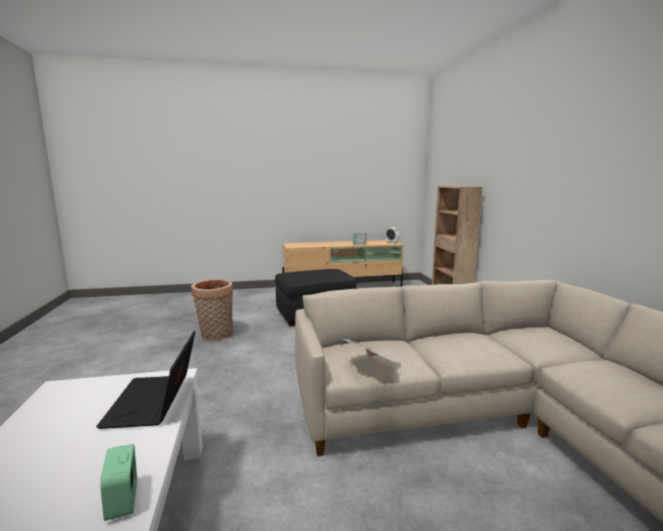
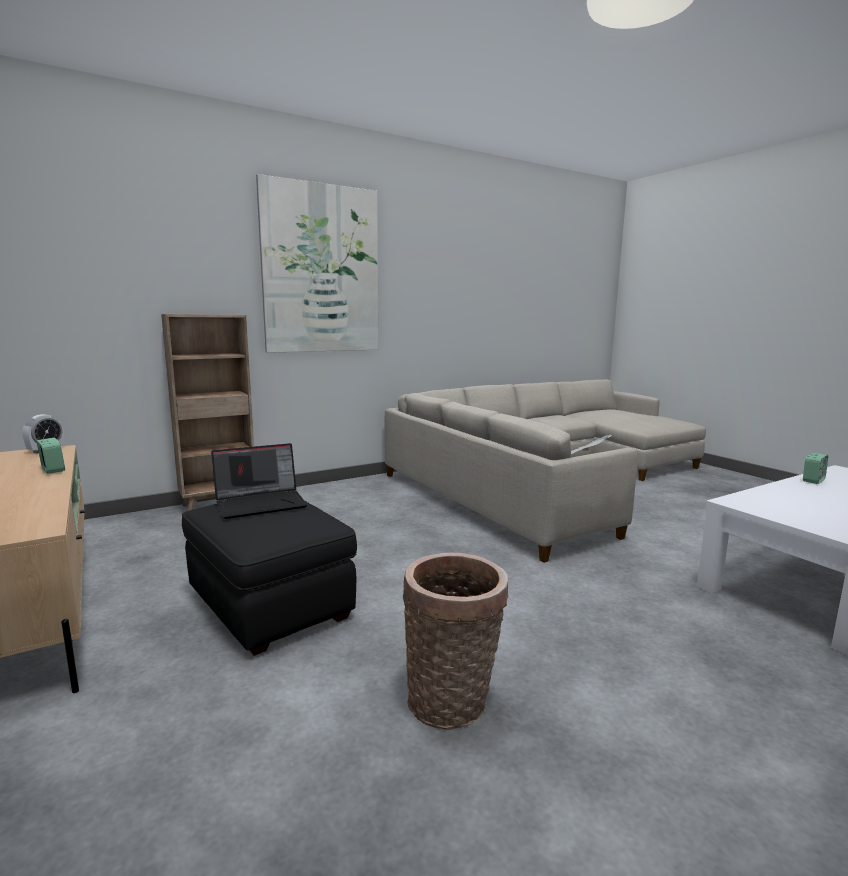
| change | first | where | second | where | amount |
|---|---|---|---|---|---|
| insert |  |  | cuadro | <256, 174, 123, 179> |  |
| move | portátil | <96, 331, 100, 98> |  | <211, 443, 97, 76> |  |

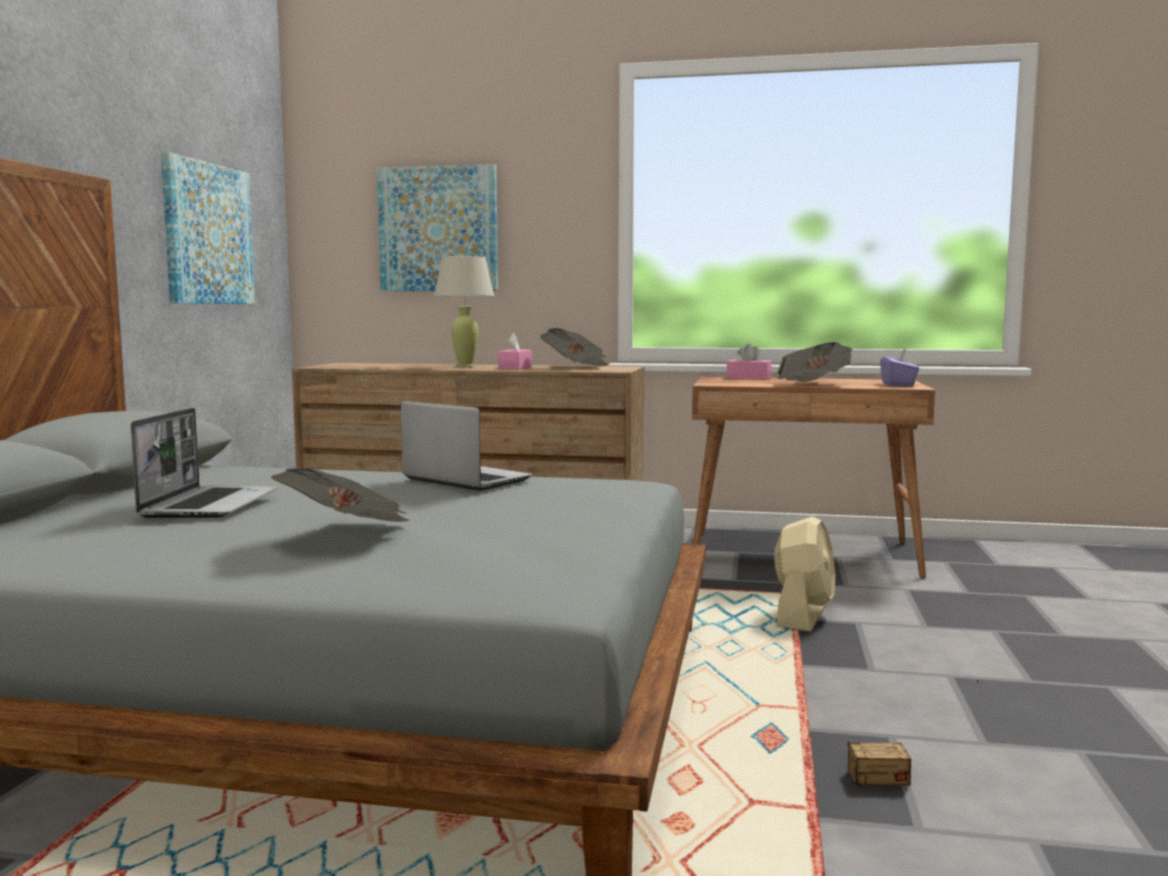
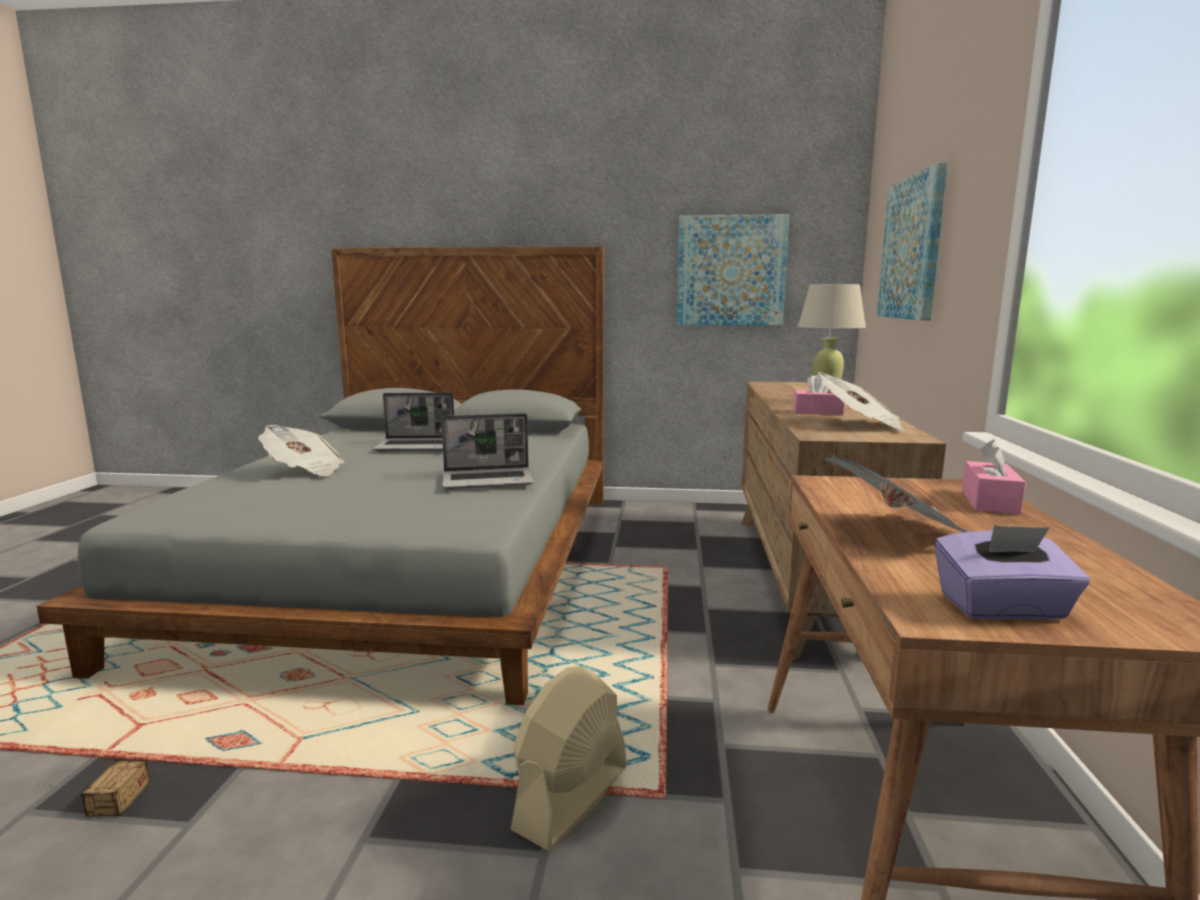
| change | first | where | second | where | amount |
|---|---|---|---|---|---|
| rotate | portátil | <401, 401, 132, 90> |  | <441, 413, 93, 76> | 45 degrees clockwise |
| rotate | ventilador [beis] | <774, 516, 61, 116> |  | <510, 666, 117, 185> | 105 degrees clockwise |

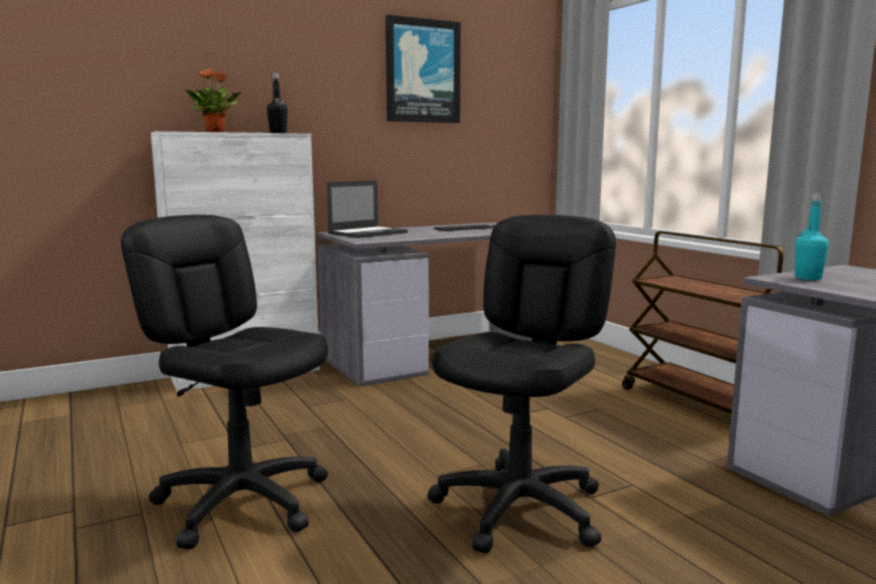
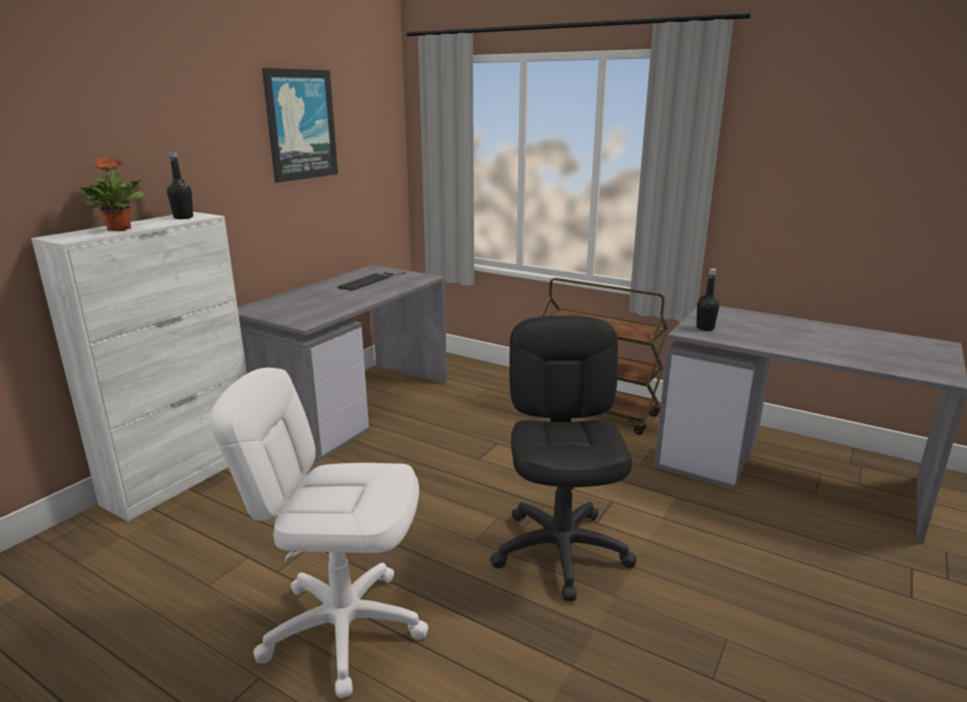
| change | first | where | second | where | amount |
|---|---|---|---|---|---|
| delete | portátil | <327, 181, 81, 57> |  |  |  |
| recolor | silla de oficina [negro] | <121, 215, 207, 334> | silla de oficina [blanco] | <210, 368, 218, 330> |  |
| recolor | botella [turquesa] | <795, 193, 34, 87> | botella [negro] | <696, 269, 23, 62> |  |

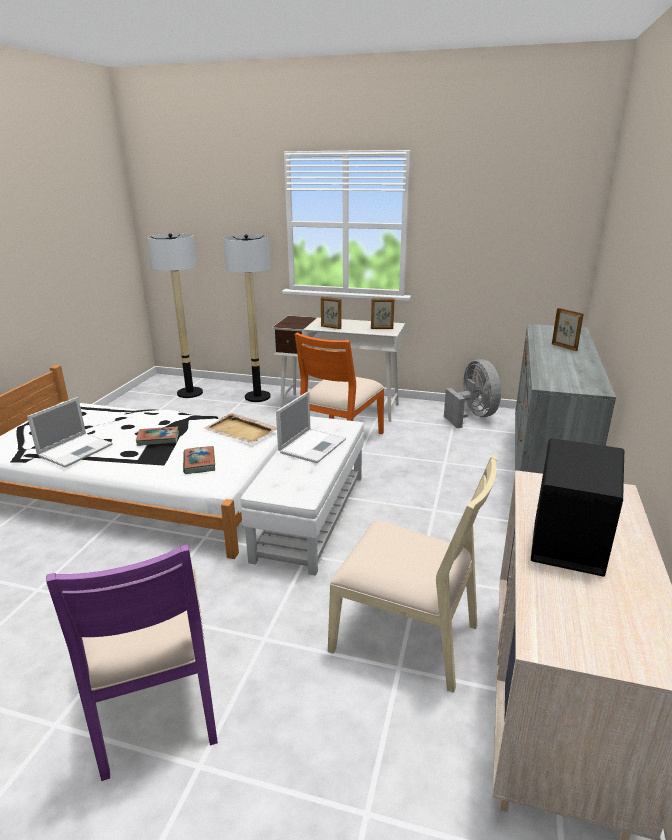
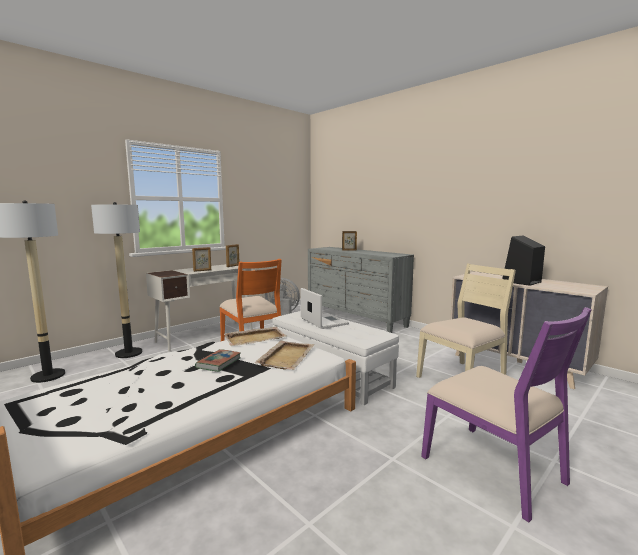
| change | first | where | second | where | amount |
|---|---|---|---|---|---|
| delete | portátil | <27, 397, 85, 71> |  |  |  |
| replace | libro | <183, 446, 32, 28> | bandeja [beis] | <255, 341, 59, 29> |  |
| rotate | silla [morado] | <46, 544, 172, 237> |  | <421, 307, 171, 215> | 45 degrees clockwise |

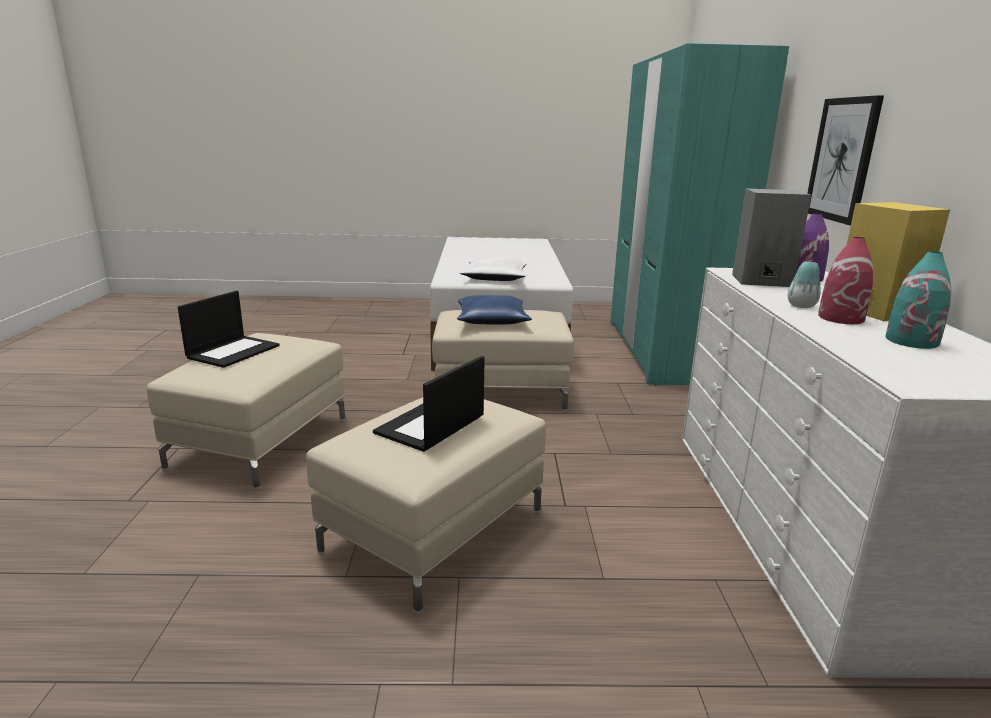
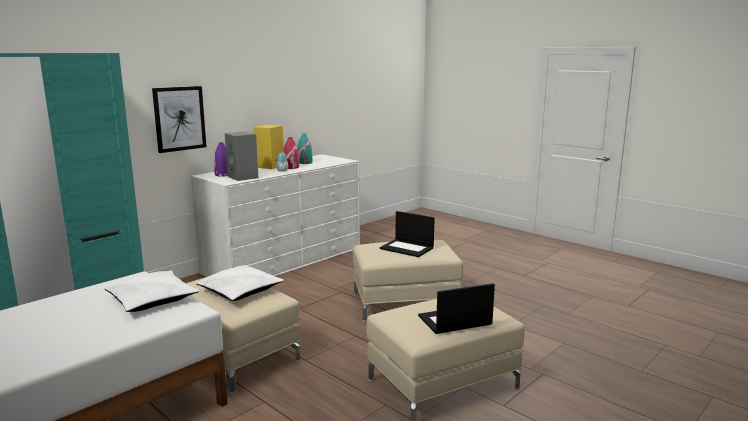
| change | first | where | second | where | amount |
|---|---|---|---|---|---|
| recolor | cojín [azul] | <457, 295, 75, 30> | cojín [blanco] | <196, 265, 88, 36> |  |
| rotate | portátil | <373, 356, 112, 96> |  | <380, 211, 55, 46> | 45 degrees clockwise |

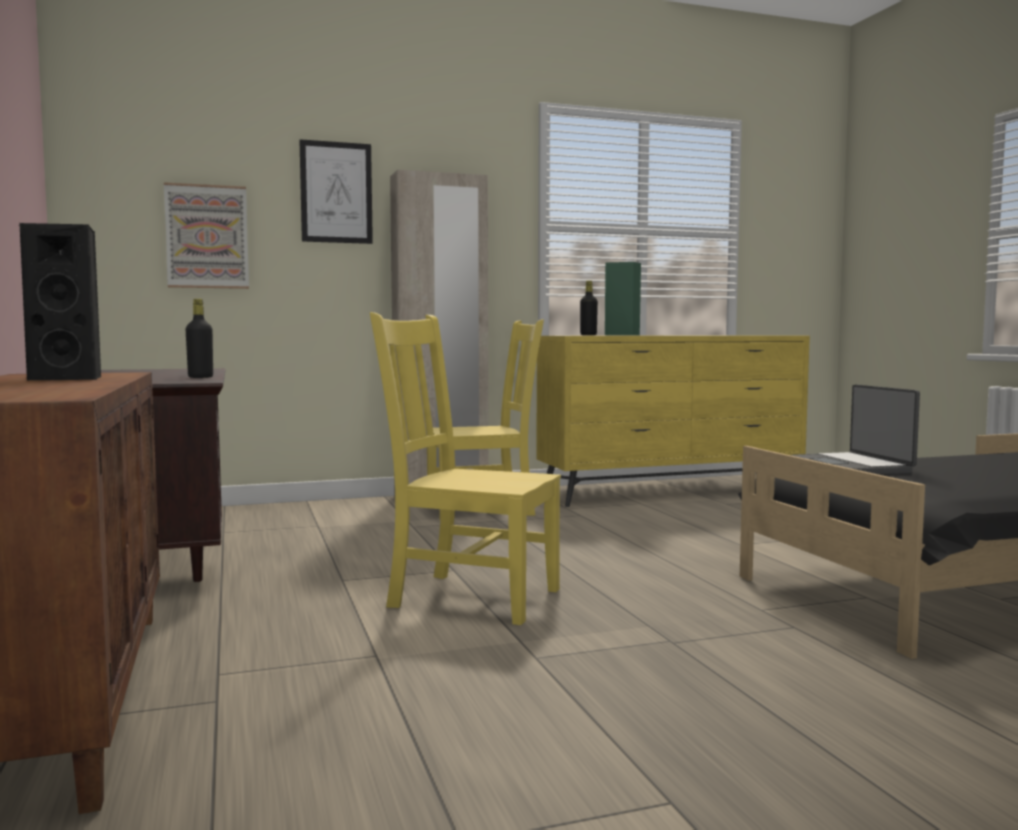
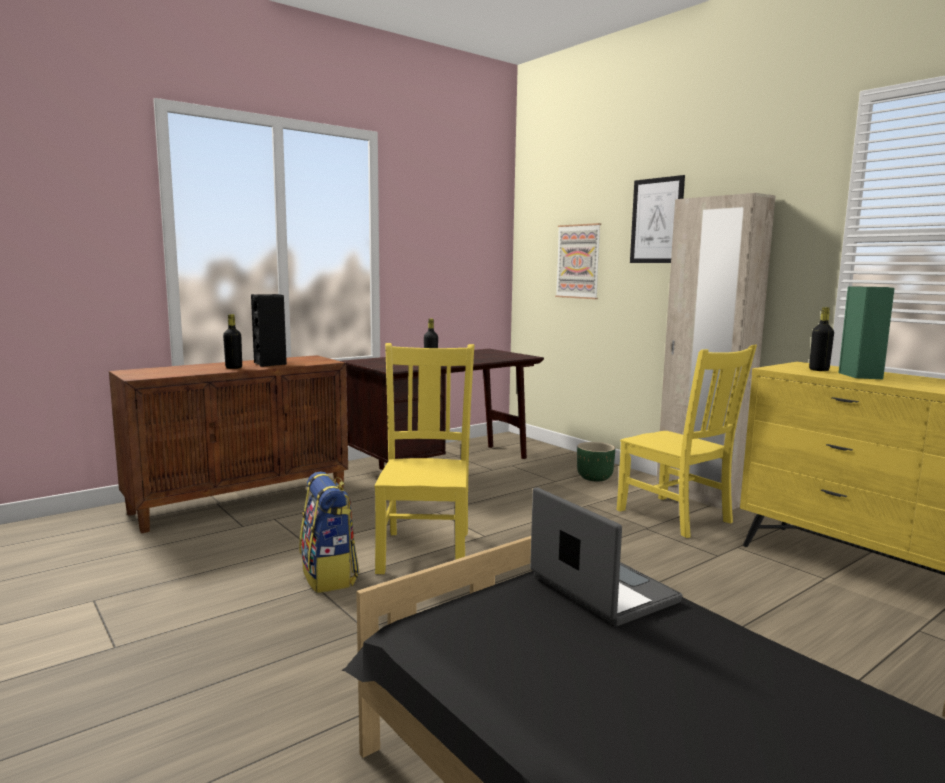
| change | first | where | second | where | amount |
|---|---|---|---|---|---|
| insert |  |  | botella [negro] | <223, 314, 19, 55> |  |
| insert |  |  | mochila | <299, 471, 60, 122> |  |
| insert |  |  | maceta [verde] | <577, 442, 38, 39> |  |
| rotate | portátil | <791, 384, 129, 91> |  | <530, 487, 152, 139> | 90 degrees clockwise |

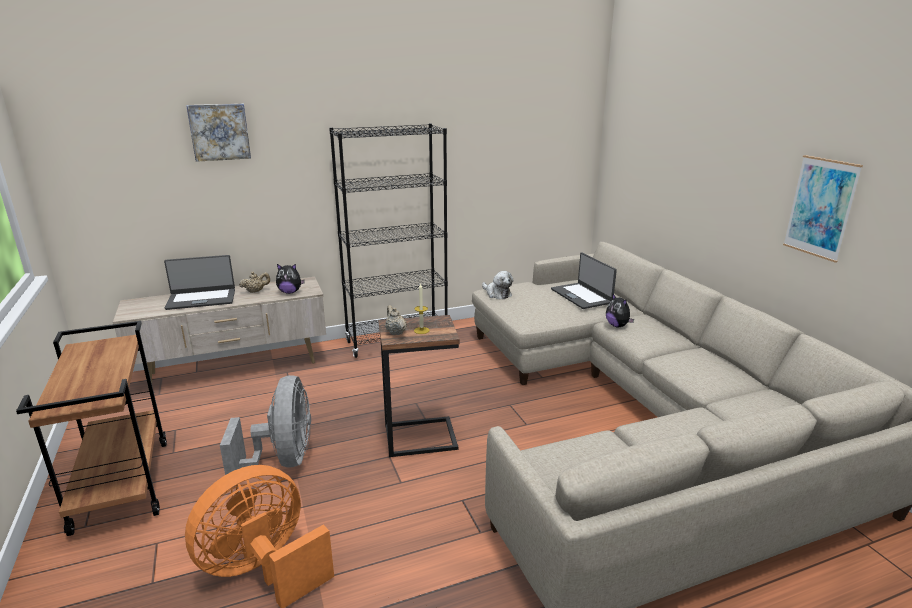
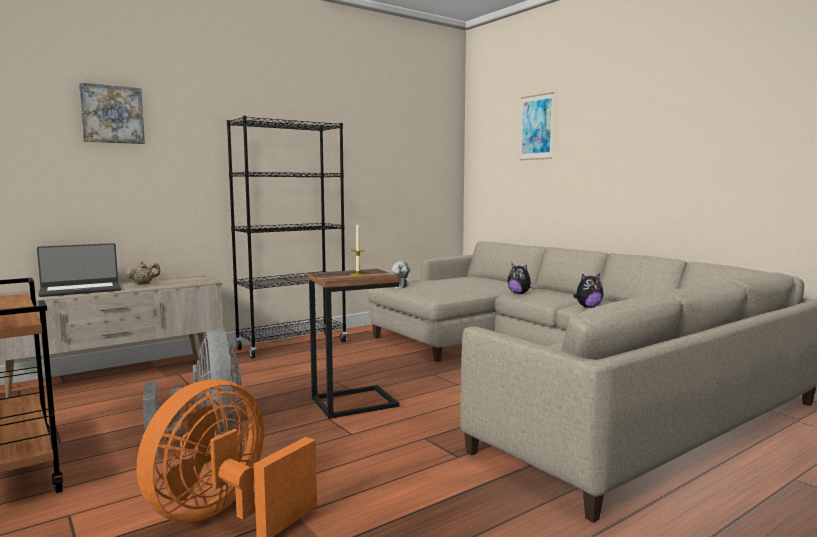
| change | first | where | second | where | amount |
|---|---|---|---|---|---|
| delete | tetera [beis] | <385, 305, 22, 30> |  |  |  |
| delete | portátil | <551, 252, 66, 57> |  |  |  |
| move | peluche | <276, 264, 29, 30> |  | <573, 273, 31, 35> |  |
| move | cuadro | <783, 155, 80, 108> |  | <519, 92, 35, 68> |  |

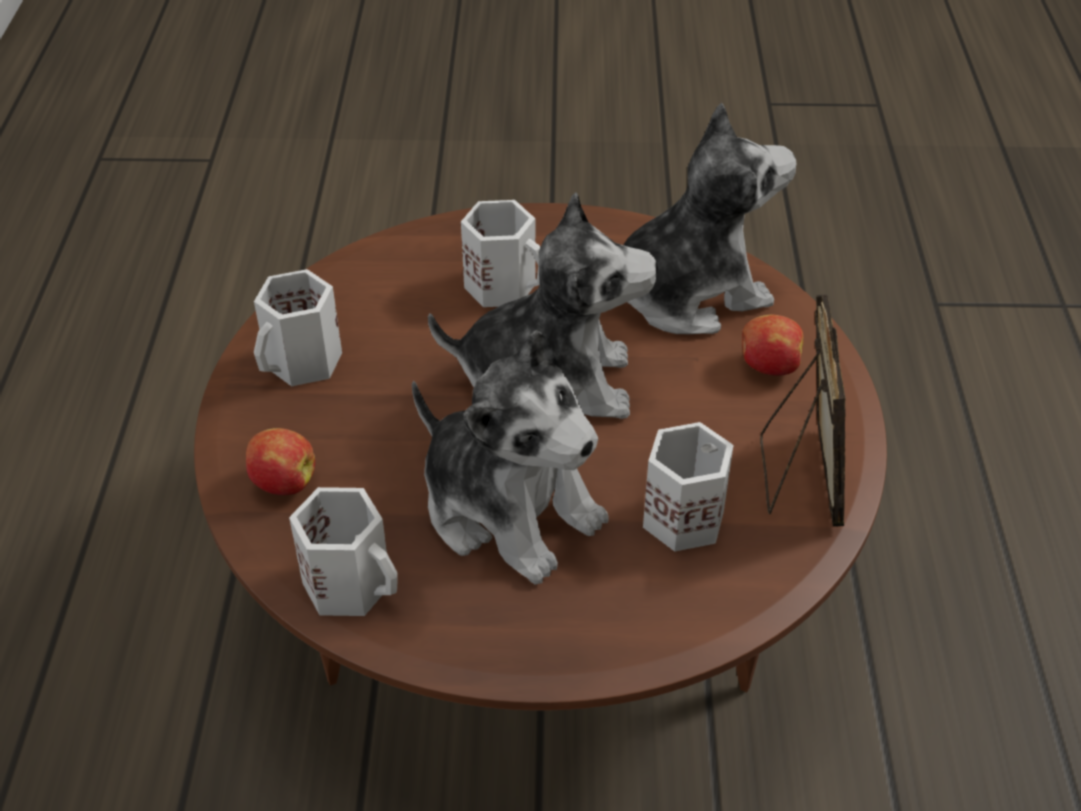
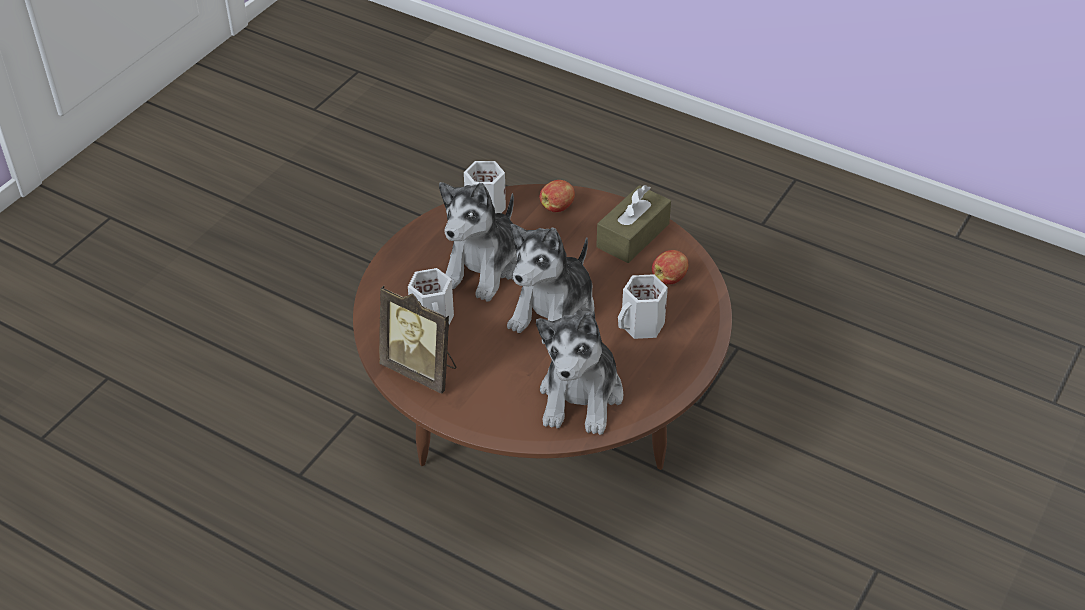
| change | first | where | second | where | amount |
|---|---|---|---|---|---|
| move | manzana | <742, 314, 62, 62> |  | <652, 250, 36, 34> |  |
| replace | taza grande [blanco] | <254, 269, 88, 118> | caja de pañuelos [marrón] | <596, 185, 75, 78> |  |
| rotate | peluche | <412, 330, 197, 255> |  | <439, 182, 78, 120> | 45 degrees counterclockwise |

